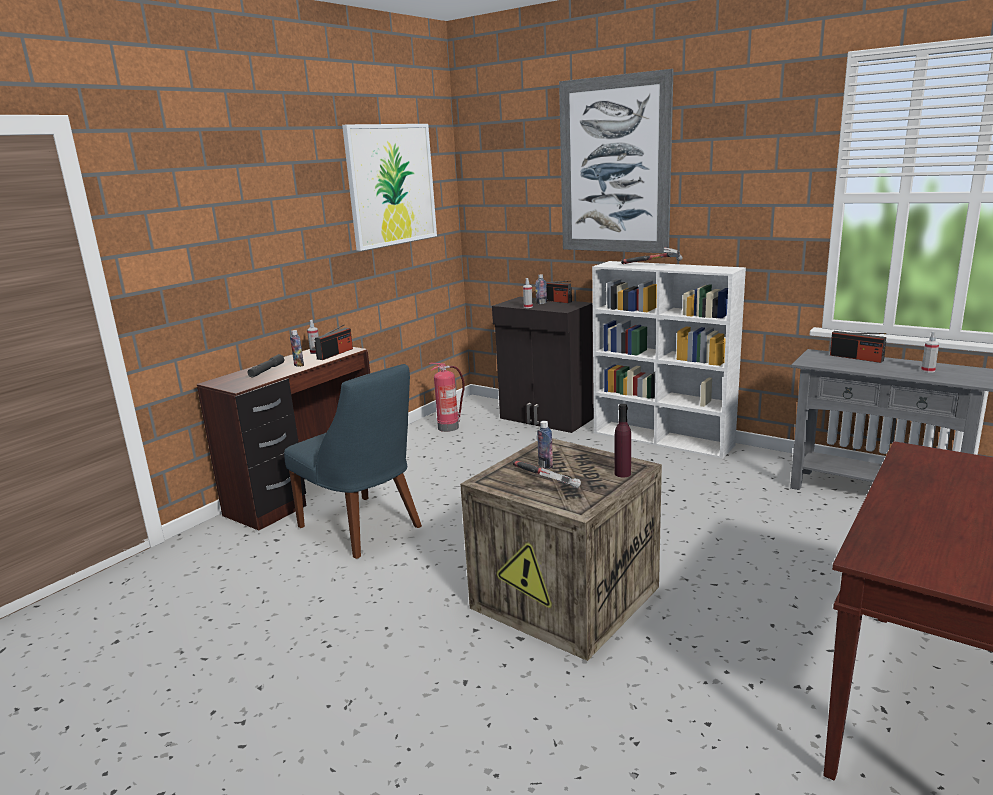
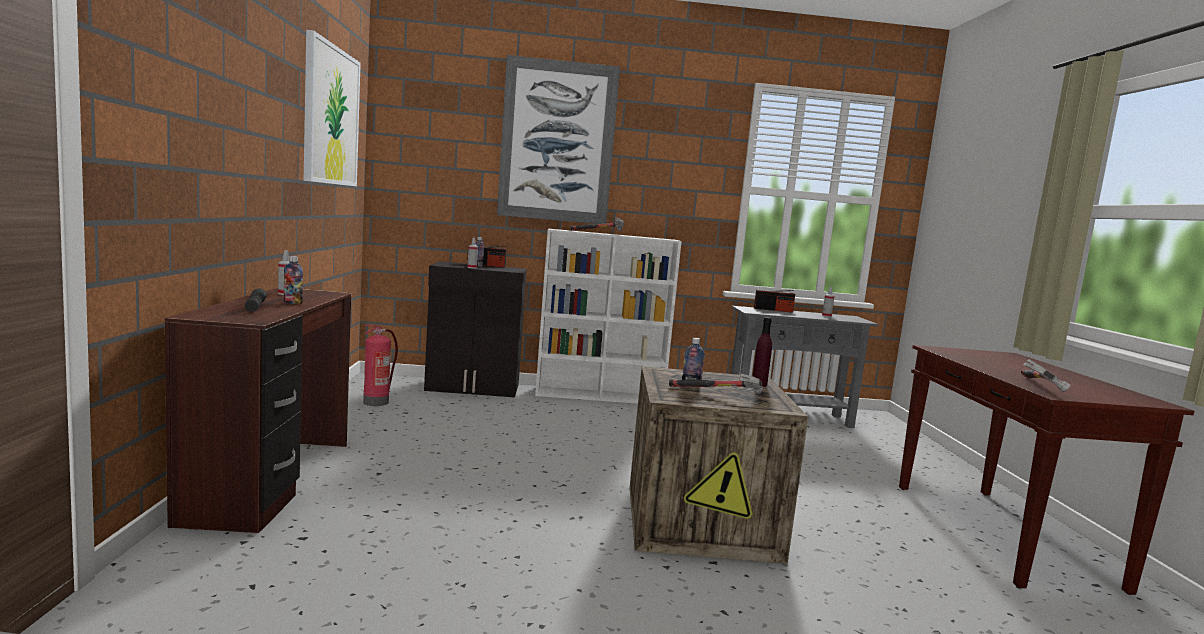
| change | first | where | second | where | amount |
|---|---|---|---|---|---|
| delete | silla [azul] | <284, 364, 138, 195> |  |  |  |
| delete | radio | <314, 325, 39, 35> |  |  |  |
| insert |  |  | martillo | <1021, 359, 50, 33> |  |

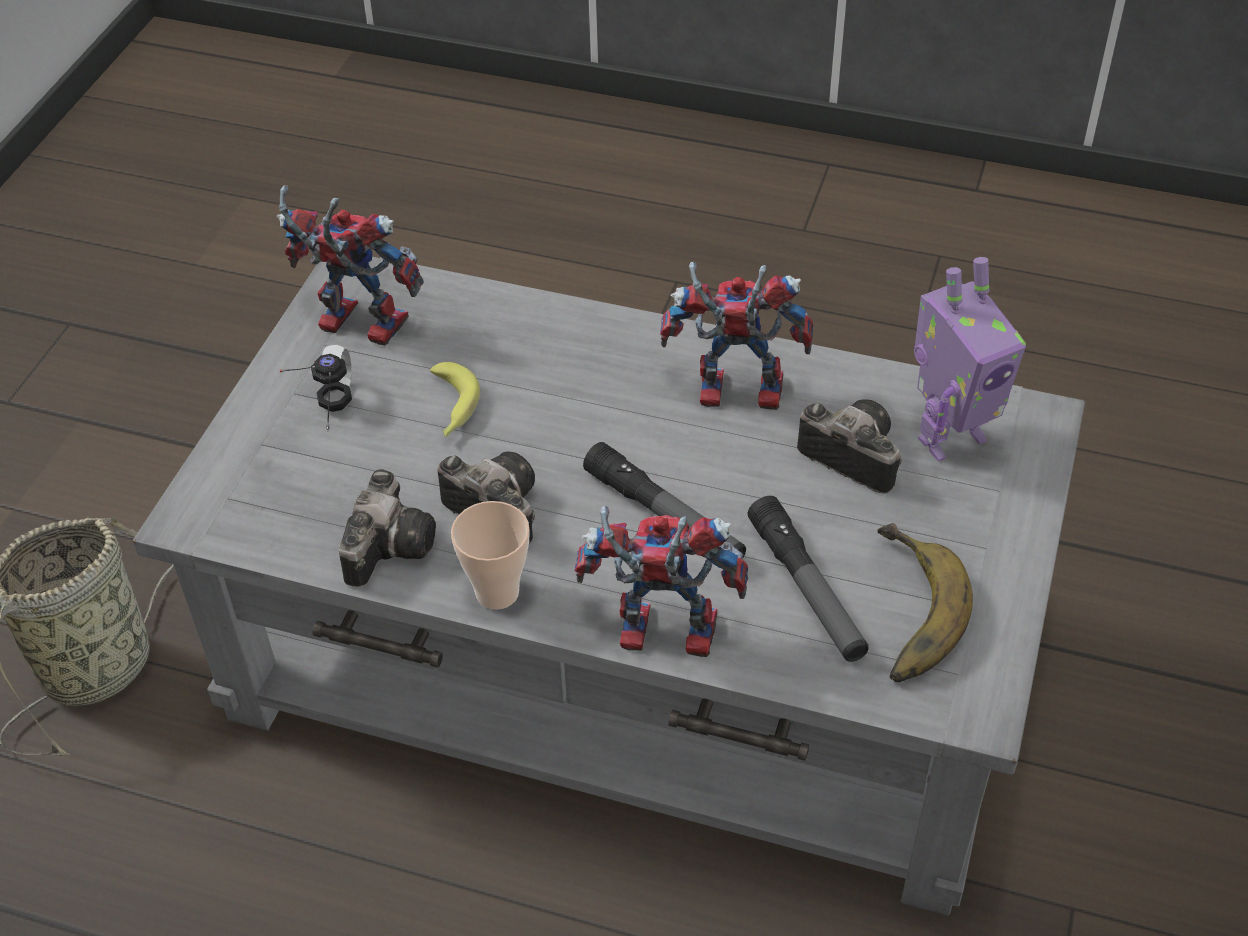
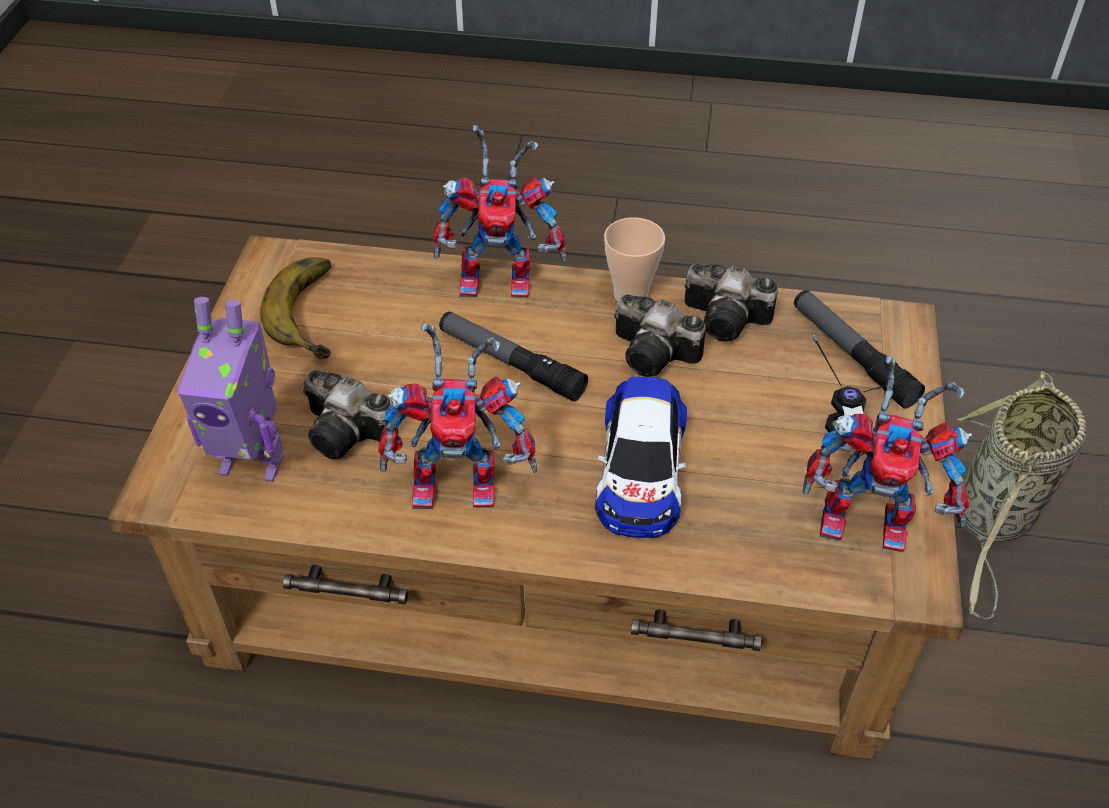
| change | first | where | second | where | amount |
|---|---|---|---|---|---|
| delete | plátano | <430, 362, 50, 75> |  |  |  |
| insert |  |  | coche de juguete | <595, 377, 92, 161> |  |
| move | linterna | <747, 496, 122, 166> |  | <794, 290, 131, 119> |  |
| recolor | mesa de centro [gris] | <133, 257, 952, 659> | mesa de centro [marrón] | <108, 235, 856, 525> |  |
| rotate | cámara | <339, 469, 97, 118> |  | <684, 264, 94, 78> | 75 degrees counterclockwise |
| rotate | robot de juguete | <914, 257, 112, 205> |  | <177, 297, 106, 185> | 135 degrees counterclockwise |

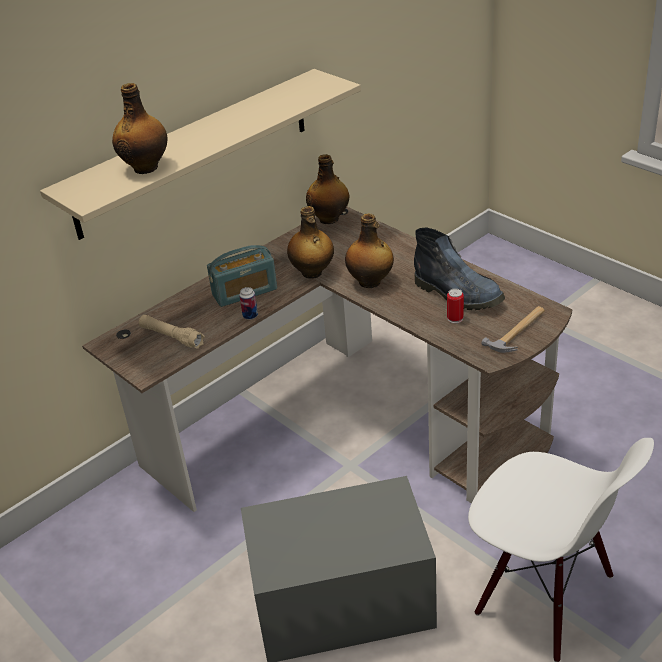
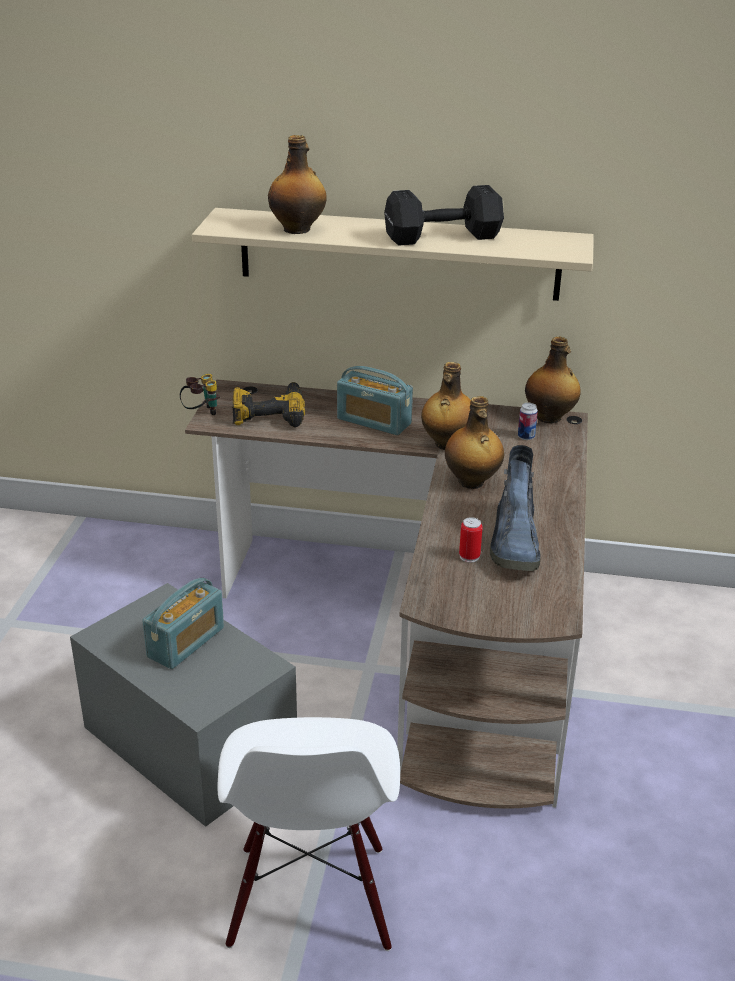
| change | first | where | second | where | amount |
|---|---|---|---|---|---|
| delete | martillo | <482, 306, 63, 47> |  |  |  |
| insert |  |  | radio | <142, 578, 82, 91> |  |
| insert |  |  | prismáticos | <180, 374, 40, 41> |  |
| insert |  |  | mancuerna [negro] | <384, 185, 120, 61> |  |
| move | lata | <239, 287, 19, 33> |  | <518, 403, 20, 37> |  |
| replace | linterna [beis] | <139, 315, 66, 34> | taladro | <232, 382, 73, 45> |  |

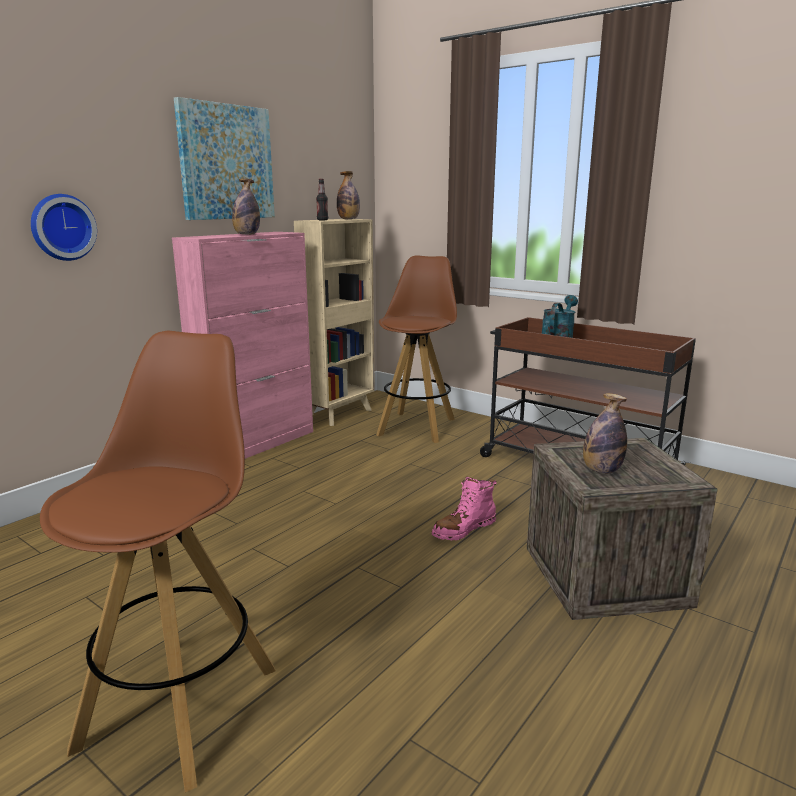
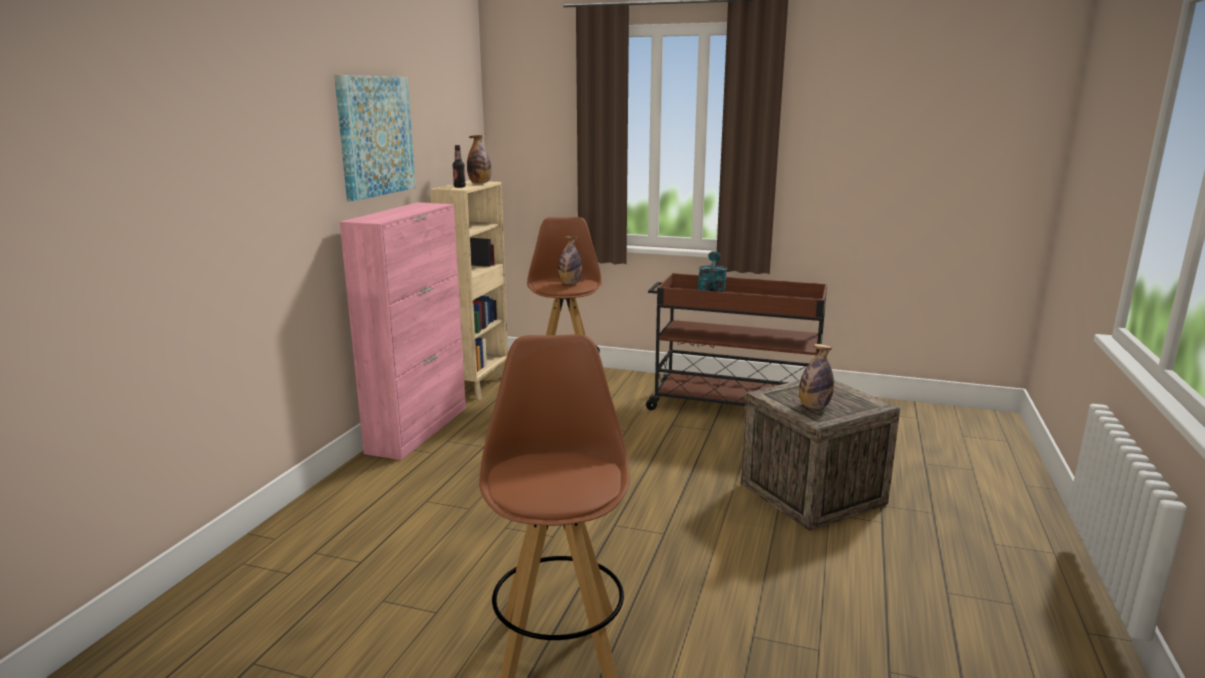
| change | first | where | second | where | amount |
|---|---|---|---|---|---|
| delete | reloj de pared | <31, 194, 66, 67> |  |  |  |
| delete | bota [rosa] | <432, 477, 65, 64> |  |  |  |
| move | botella | <232, 179, 28, 56> |  | <558, 236, 24, 48> |  |

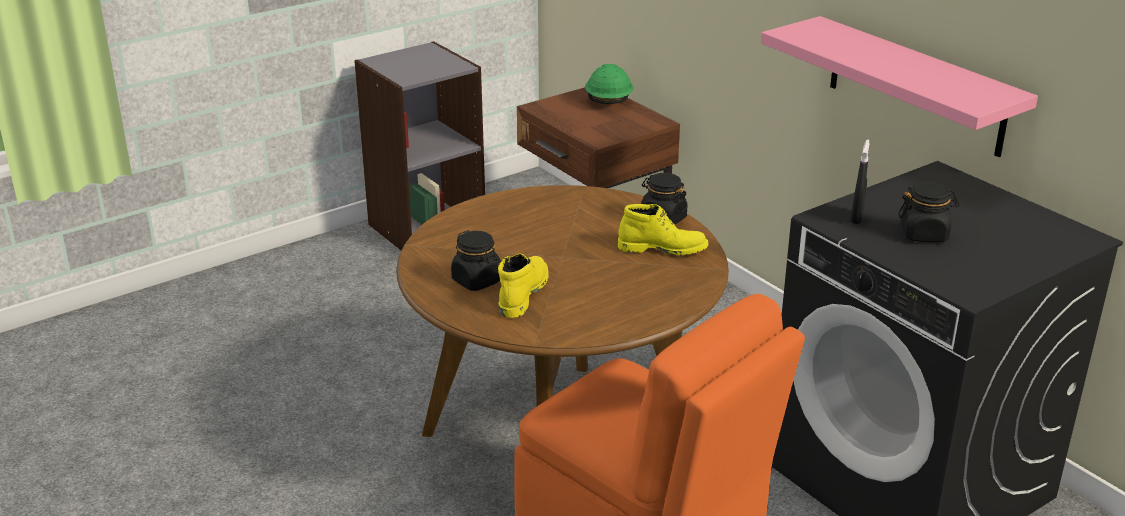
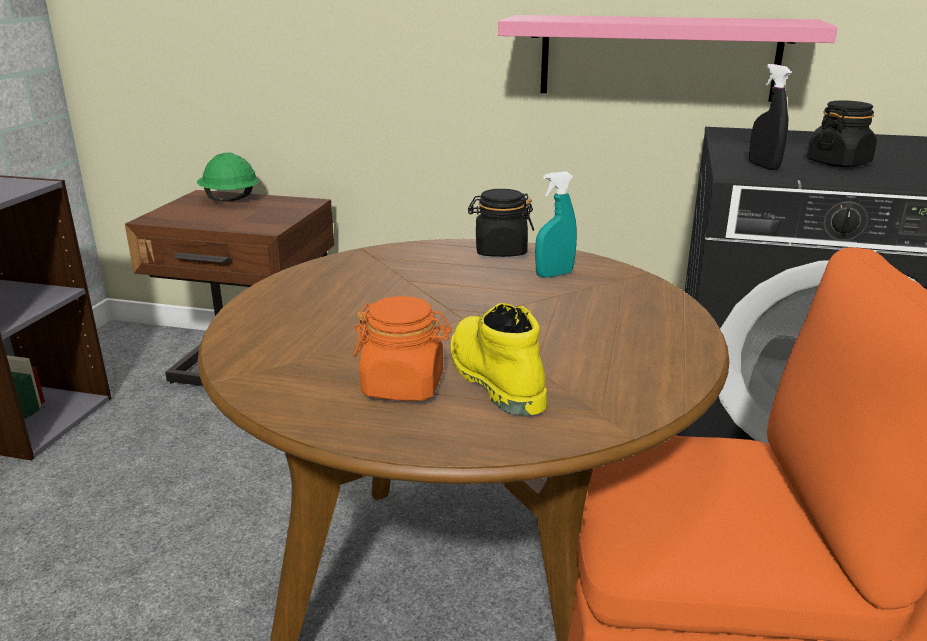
| change | first | where | second | where | amount |
|---|---|---|---|---|---|
| replace | bota [amarillo] | <618, 204, 91, 51> | pulverizador [turquesa] | <535, 171, 42, 107> |  |
| recolor | tarro [negro] | <451, 230, 50, 61> | tarro [naranja] | <353, 296, 99, 105> |  |

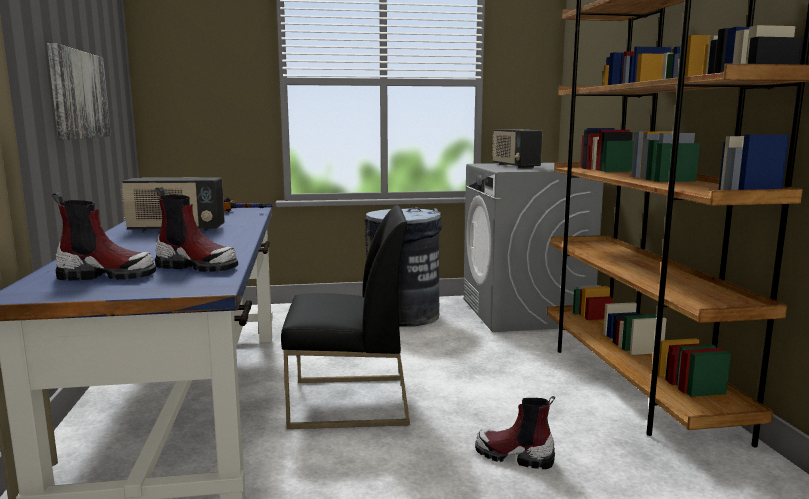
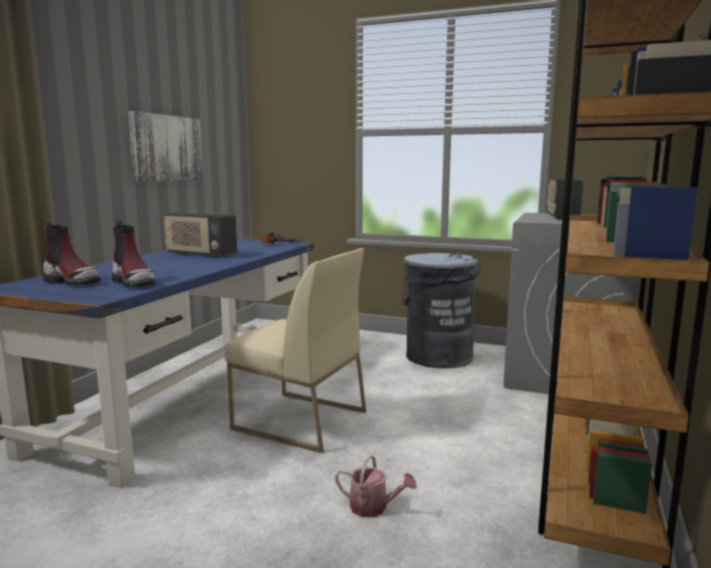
| change | first | where | second | where | amount |
|---|---|---|---|---|---|
| replace | bota | <475, 396, 81, 73> | regadera | <335, 455, 82, 62> |  |
| recolor | silla [negro] | <281, 206, 129, 223> | silla [beis] | <225, 248, 141, 205> |  |

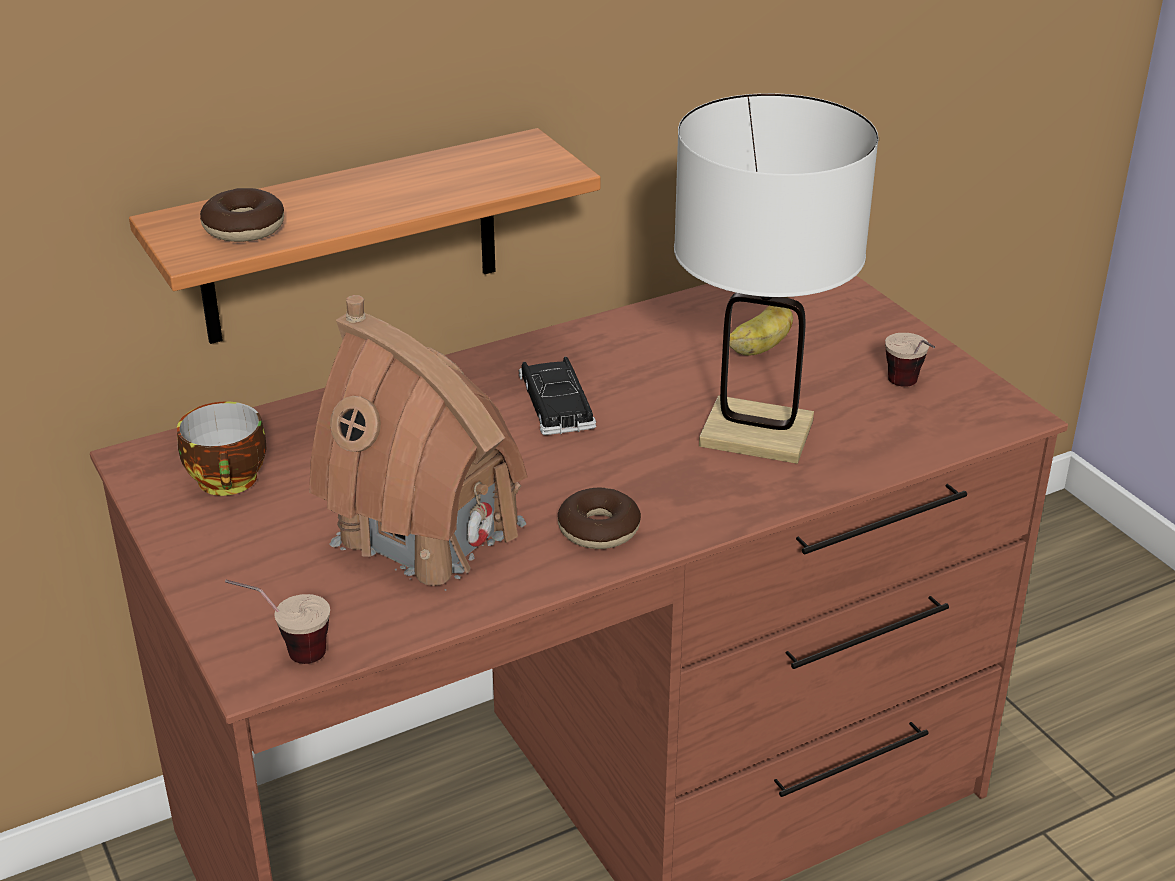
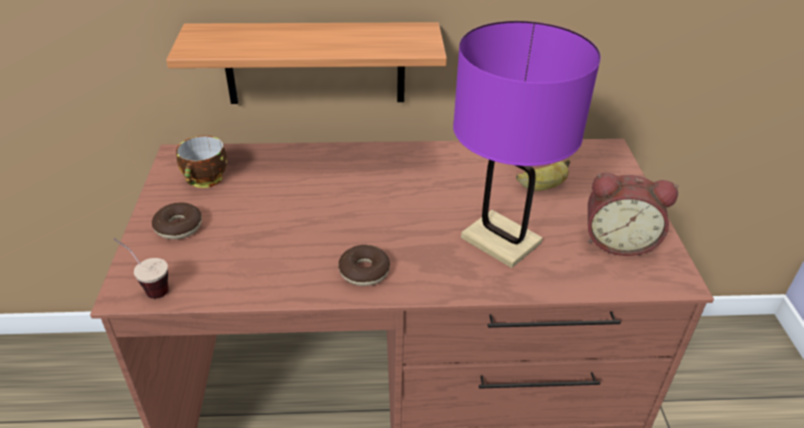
| change | first | where | second | where | amount |
|---|---|---|---|---|---|
| delete | casita | <309, 295, 219, 296> |  |  |  |
| delete | coche de juguete [negro] | <519, 357, 77, 78> |  |  |  |
| move | rosquilla | <200, 188, 84, 54> |  | <152, 203, 50, 36> |  |
| replace | taza | <885, 333, 50, 54> | despertador | <588, 173, 90, 83> |  |
| recolor | lámpara de mesa [blanco] | <674, 93, 205, 371> | lámpara de mesa [morado] | <453, 21, 148, 247> |  |

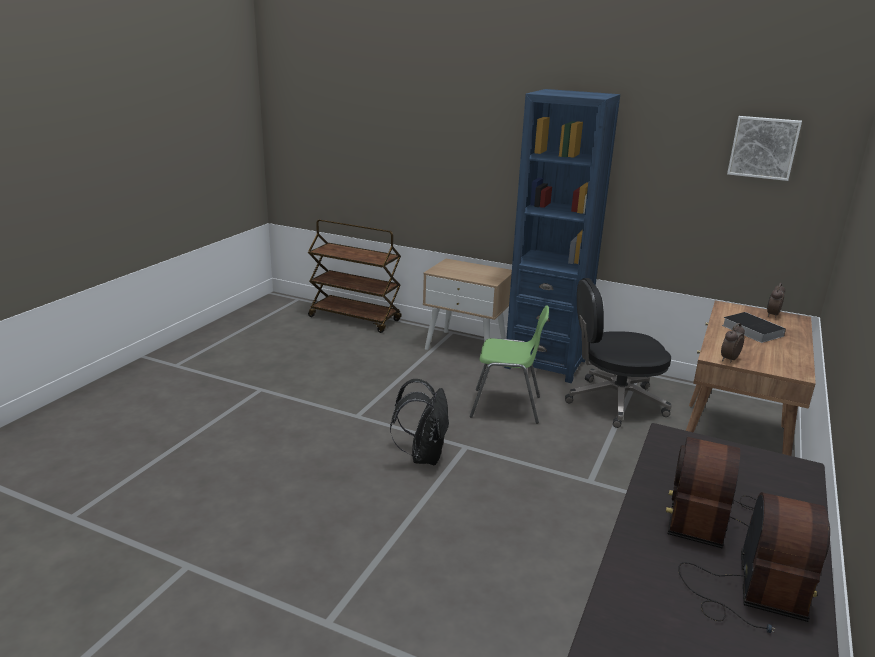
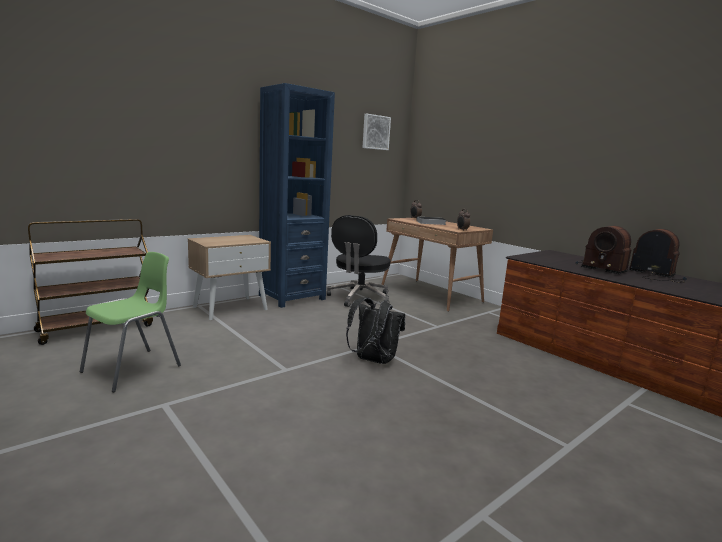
| change | first | where | second | where | amount |
|---|---|---|---|---|---|
| move | silla [verde] | <470, 305, 79, 119> |  | <79, 252, 102, 140> |  |

